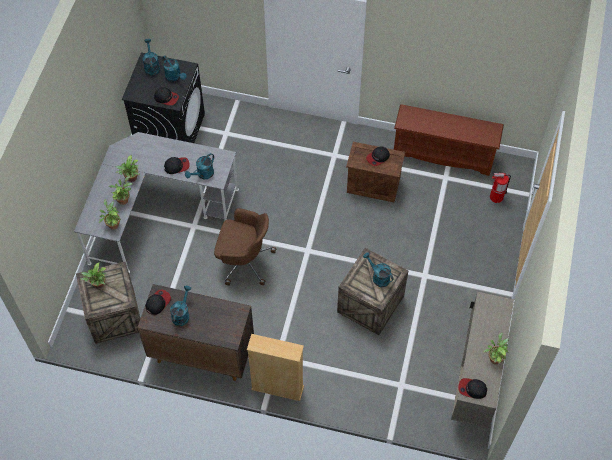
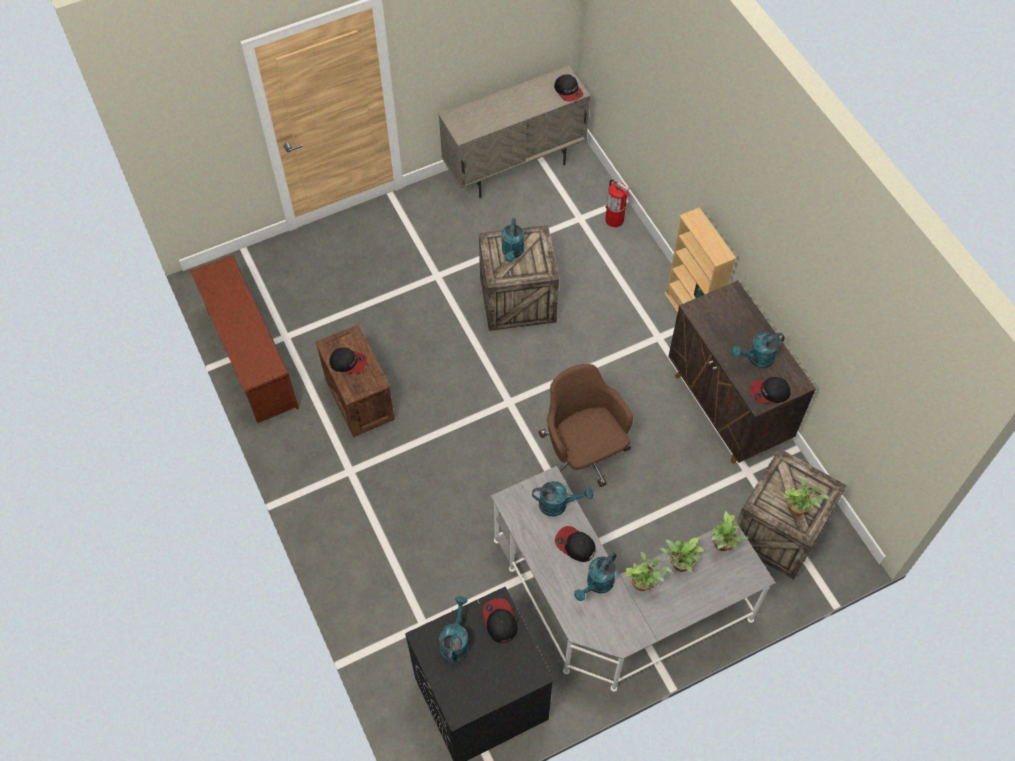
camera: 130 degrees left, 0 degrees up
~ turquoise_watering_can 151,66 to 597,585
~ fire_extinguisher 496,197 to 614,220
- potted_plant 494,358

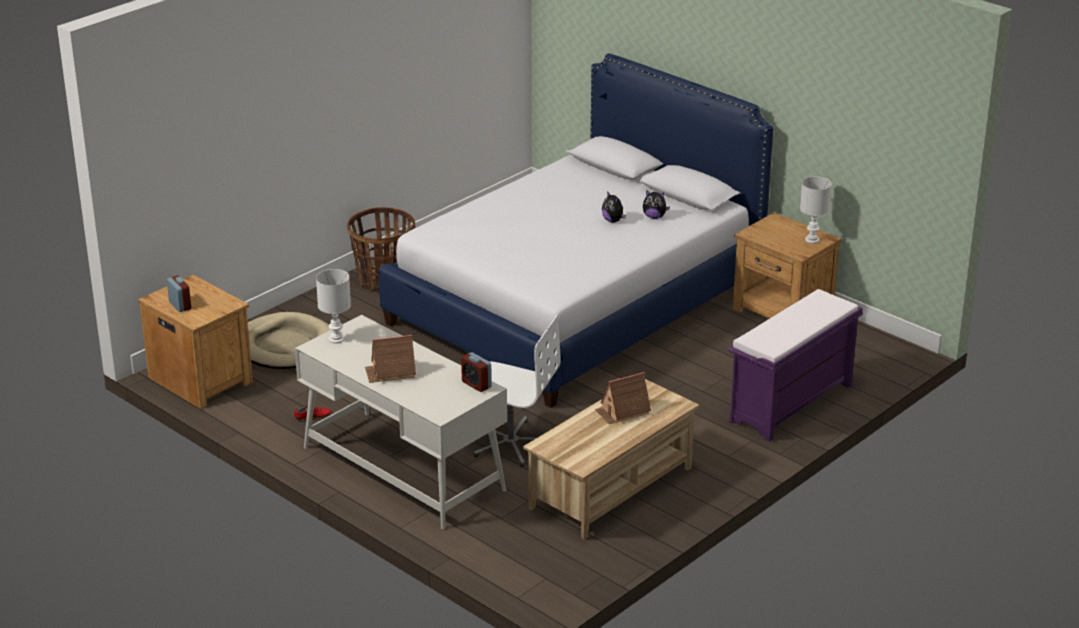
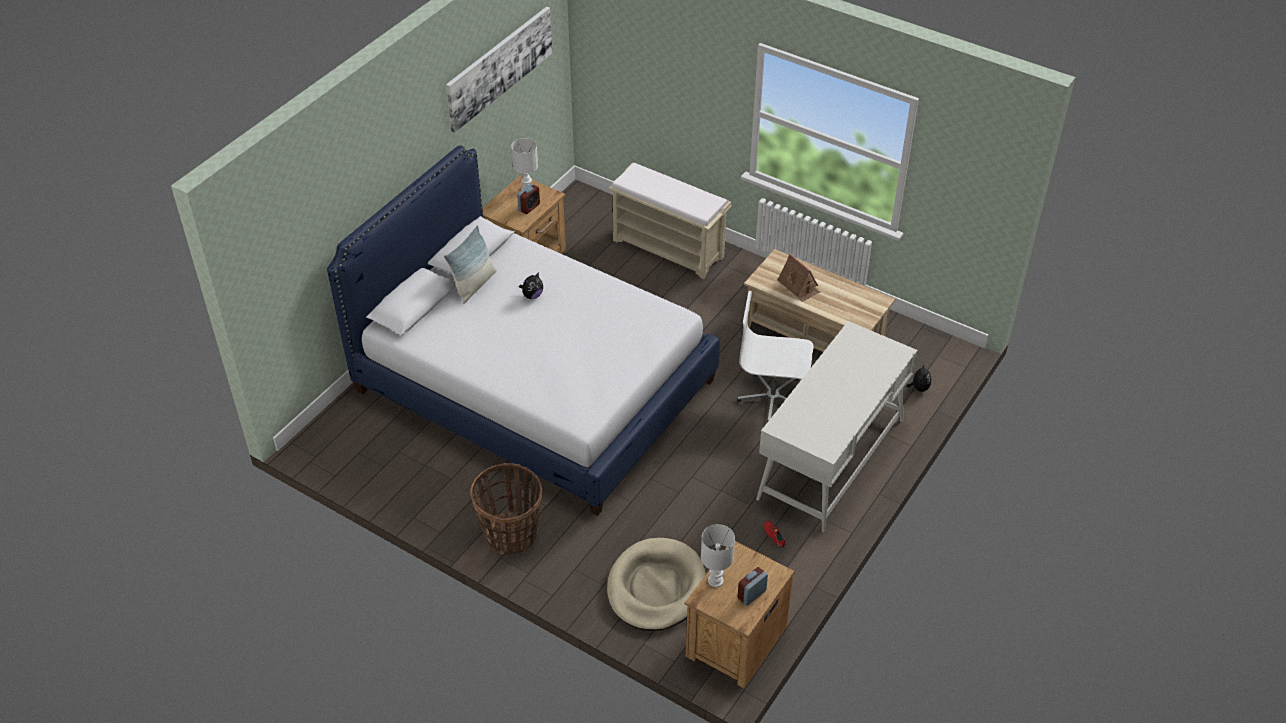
camera: 100 degrees left, 15 degrees up
+ pillow 474,285
+ picture 499,67
~ alarm_clock 476,384 to 529,207
~ purple_bench 790,404 to beige_bench 669,248
~ white_table_lamp 337,339 to 715,580
~ white_office_chair 510,443 = 773,398 90 degrees counterclockwise
~ plush_toy 654,217 to 919,388
- toy_house 390,372

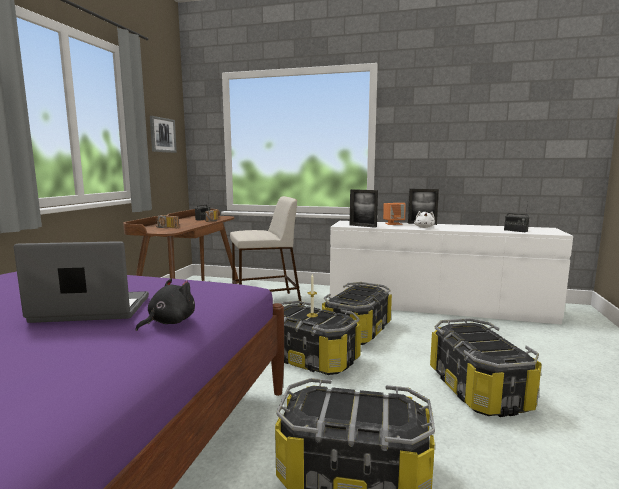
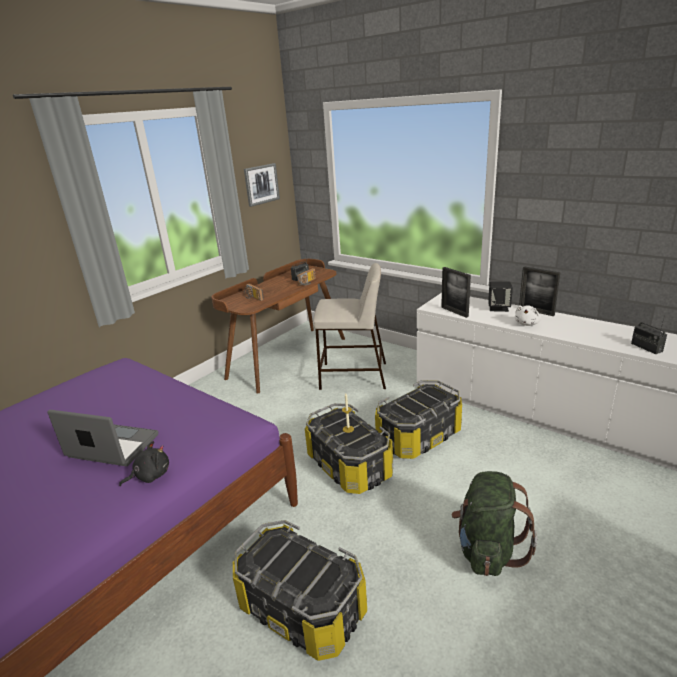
camera: 25 degrees right, 15 degrees up
~ storage_box 479,389 to green_backpack 487,550
~ orange_speaker 393,224 to black_speaker 499,308

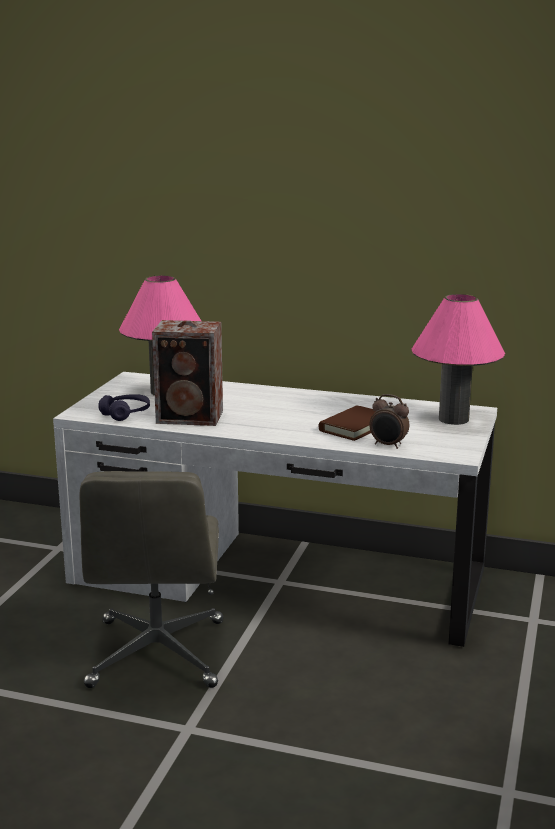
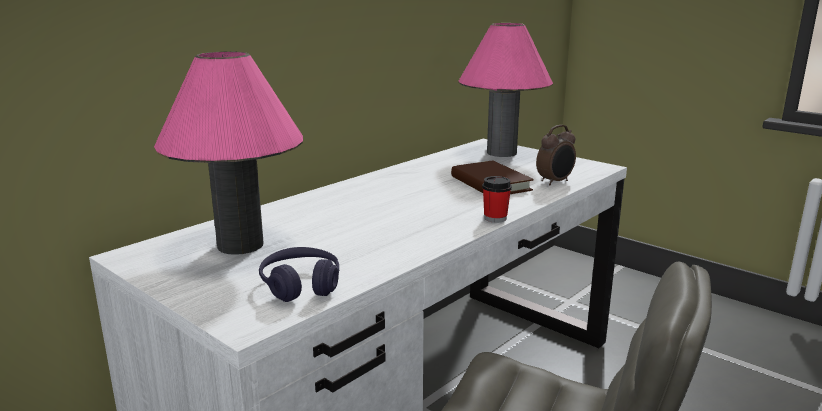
camera: 65 degrees left, 0 degrees up
+ cup 495,218
- speaker 192,417

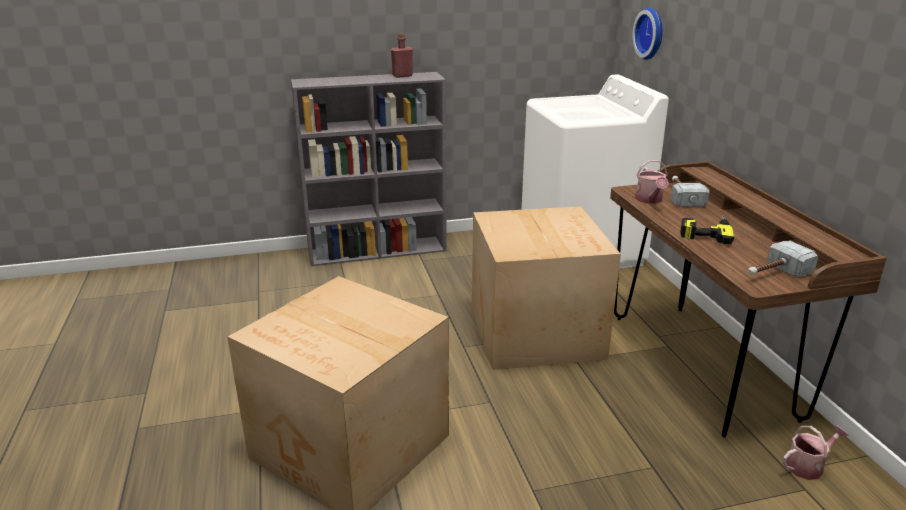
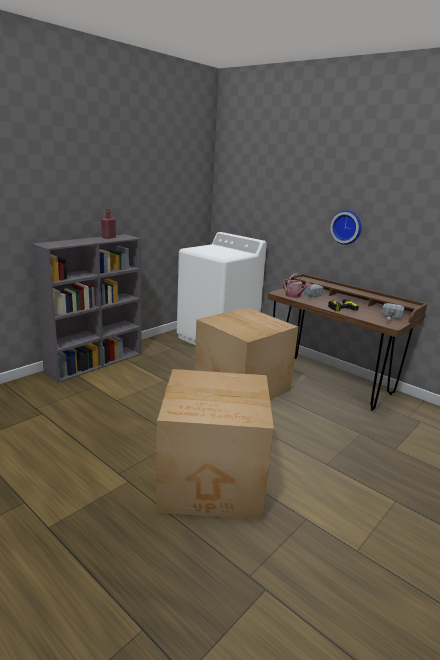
camera: 35 degrees left, 5 degrees down
~ wall_clock 651,33 to 347,227
- watering_can 808,466

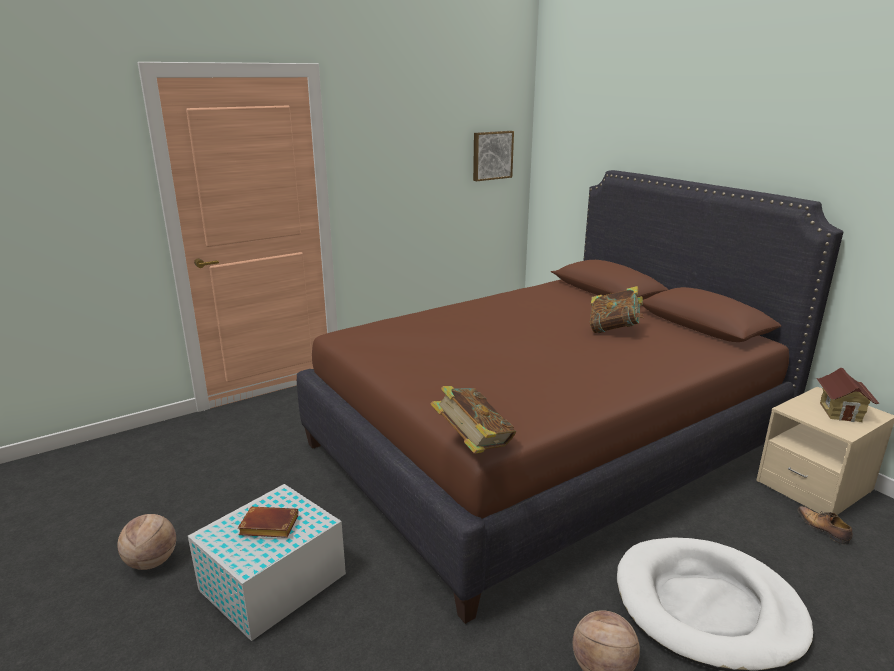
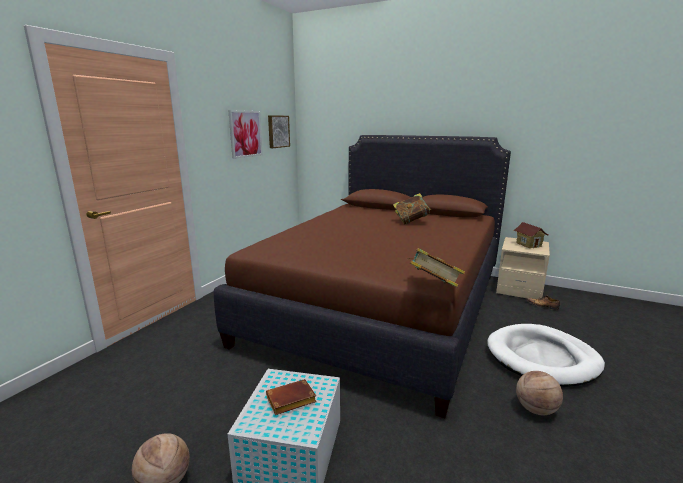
camera: 30 degrees left, 5 degrees down
+ picture 245,134

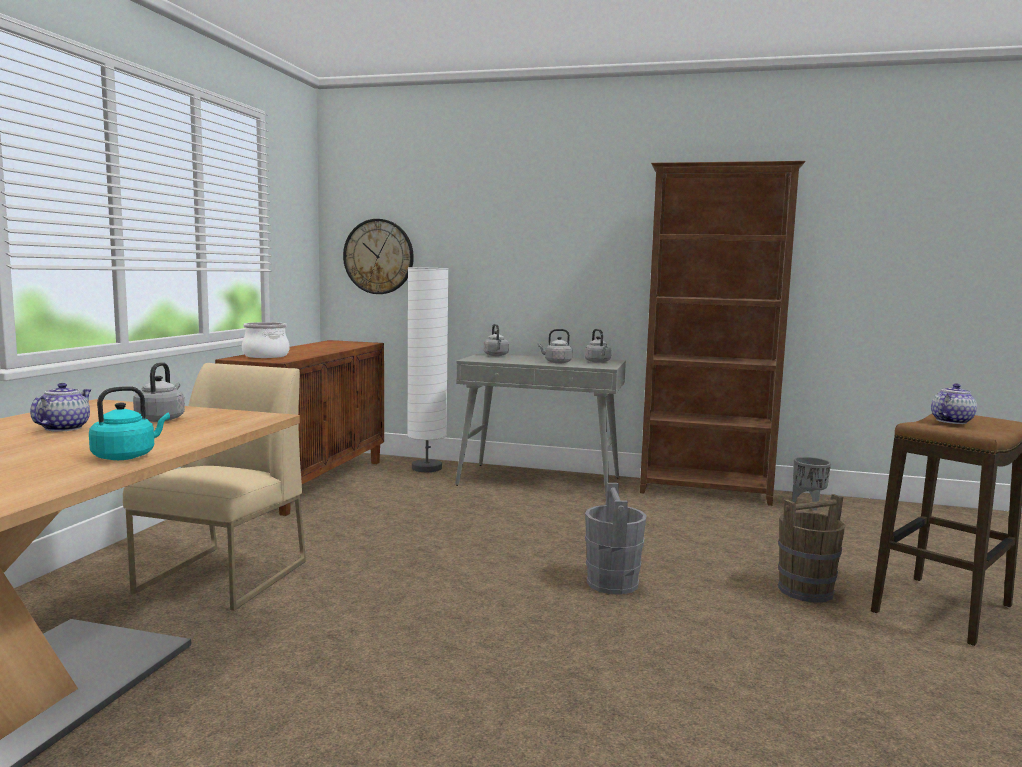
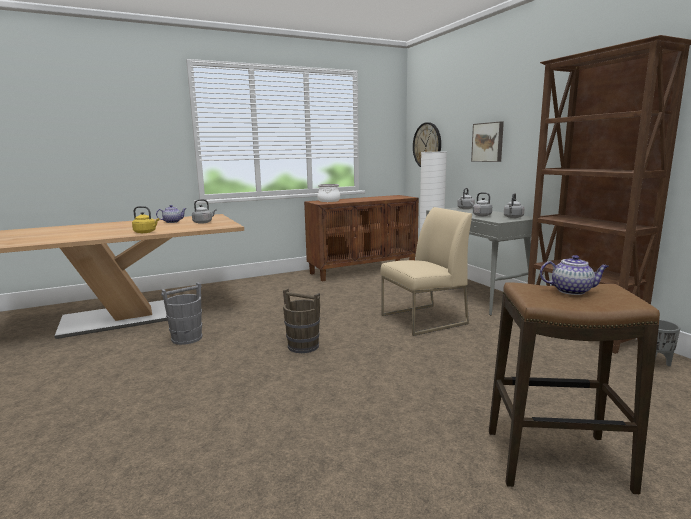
camera: 50 degrees right, 5 degrees up
~ turquoise_kettle 127,456 to yellow_kettle 146,232
~ grey_bucket 612,583 to 187,338
~ brown_bucket 806,591 to 303,346
~ beige_chair 223,577 to 423,320
+ picture 488,142

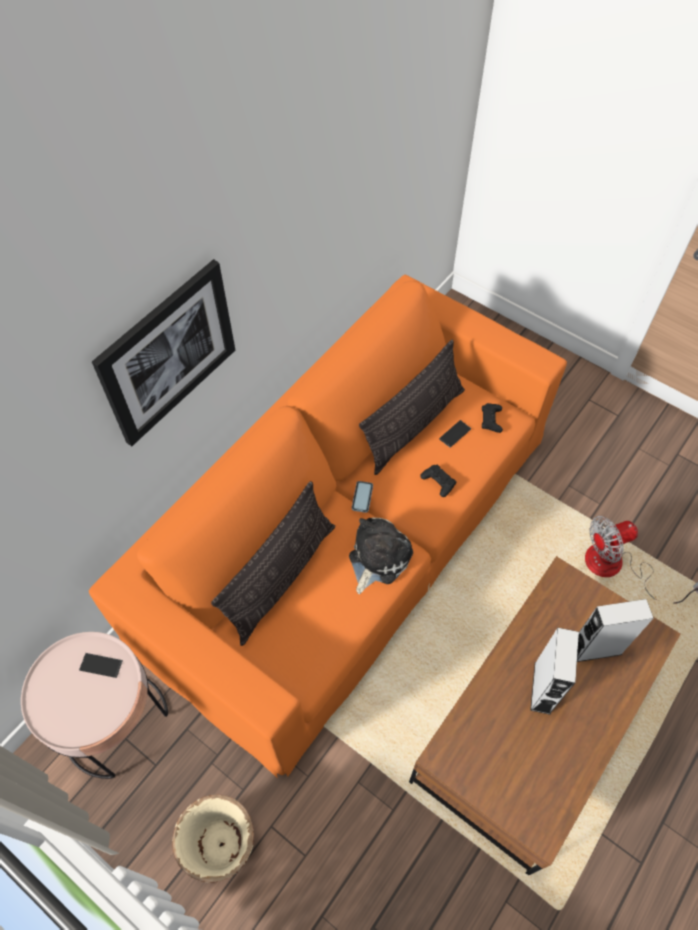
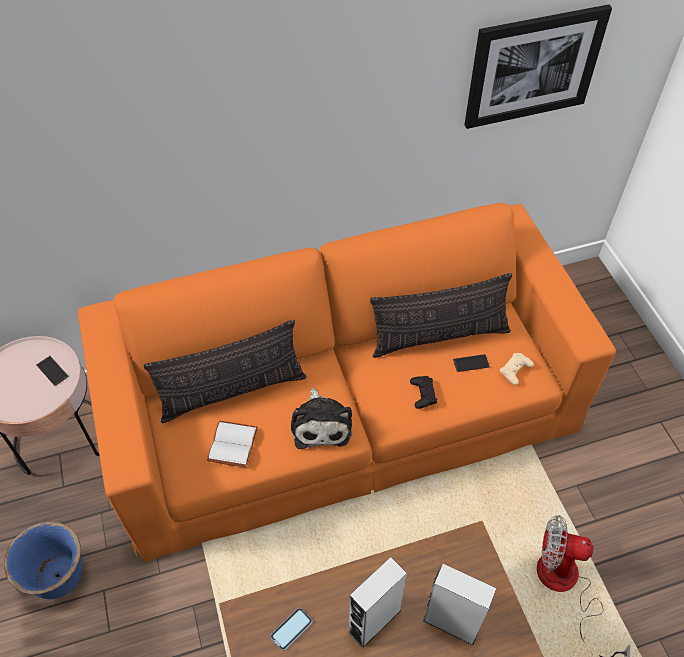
camera: 35 degrees right, 5 degrees down
~ beige_planter 222,844 to blue_planter 60,577
+ white_book 231,443
~ phone 362,497 to 291,629
~ plush_toy 377,558 = 321,423 105 degrees clockwise
~ picture 168,353 to 533,66
~ black_game_controller 491,420 to beige_game_controller 515,370

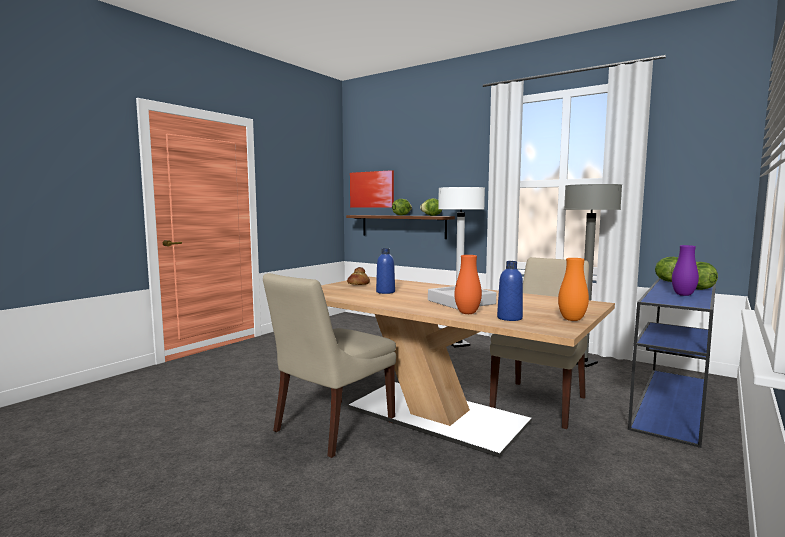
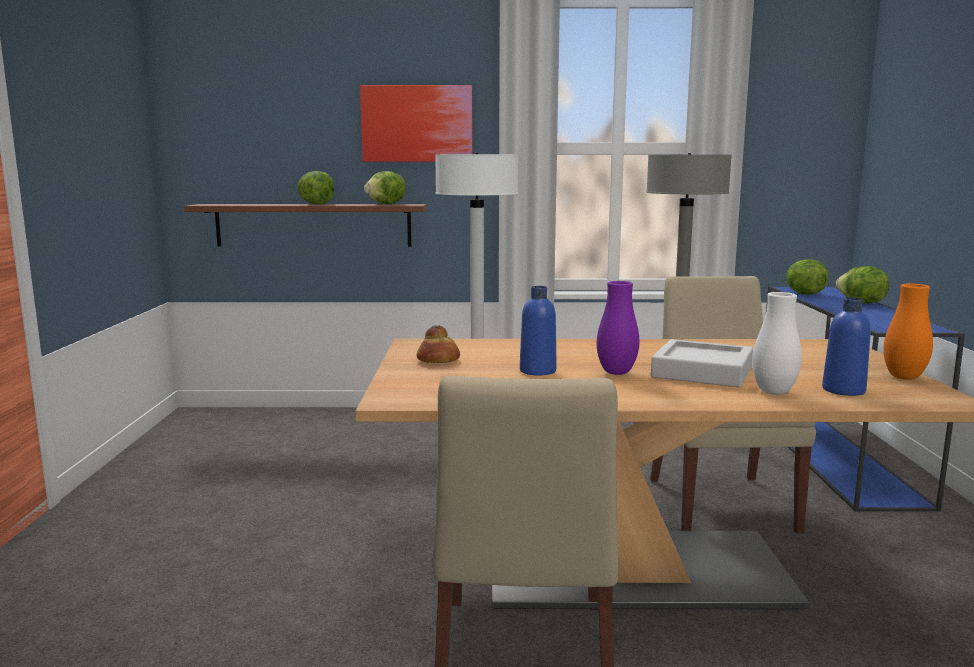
camera: 35 degrees left, 5 degrees up
~ picture 372,189 to 417,124
~ purple_vase 683,295 to 616,372
~ orange_vase 467,313 to white_vase 773,392

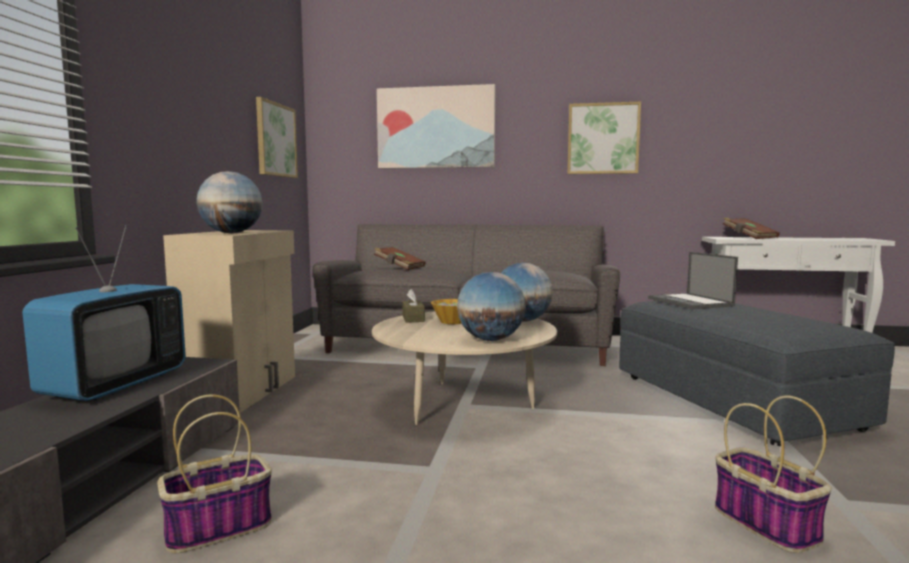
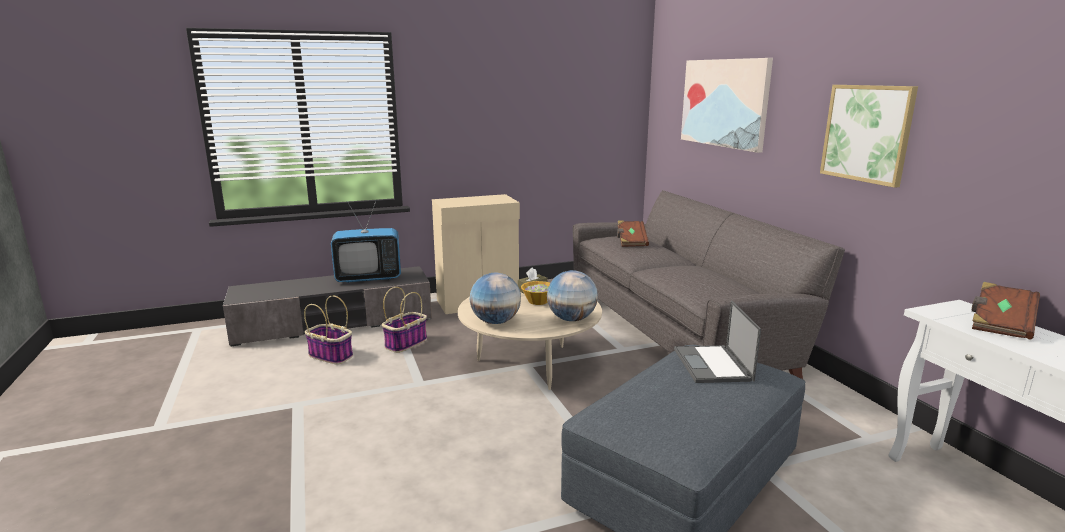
camera: 60 degrees right, 10 degrees up
~ basket 763,523 to 406,343
~ laptop 691,302 = 713,365 45 degrees counterclockwise
- globe 232,233
- picture 275,140

